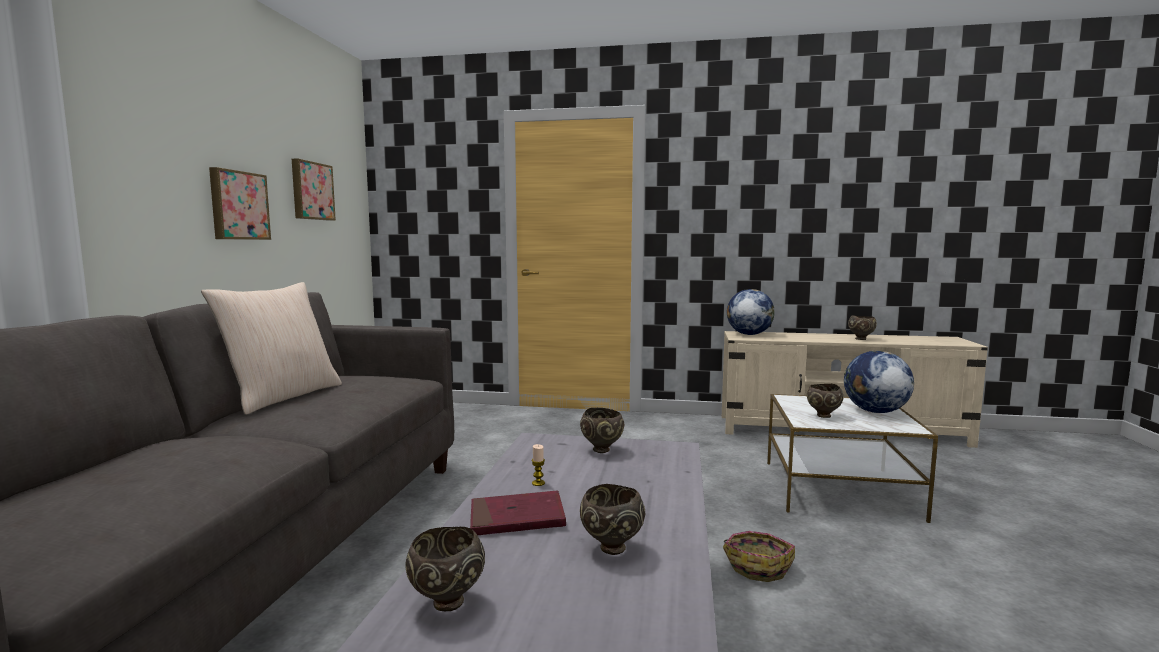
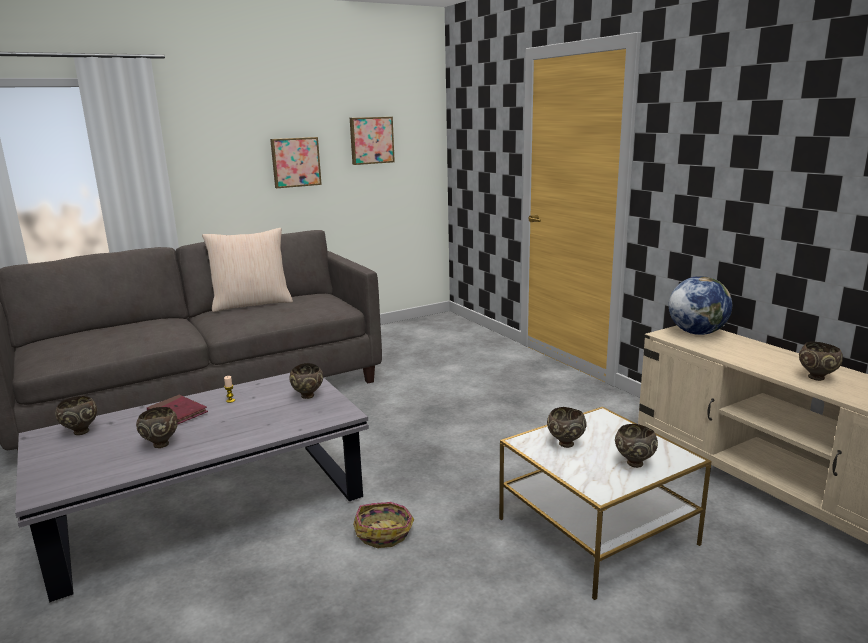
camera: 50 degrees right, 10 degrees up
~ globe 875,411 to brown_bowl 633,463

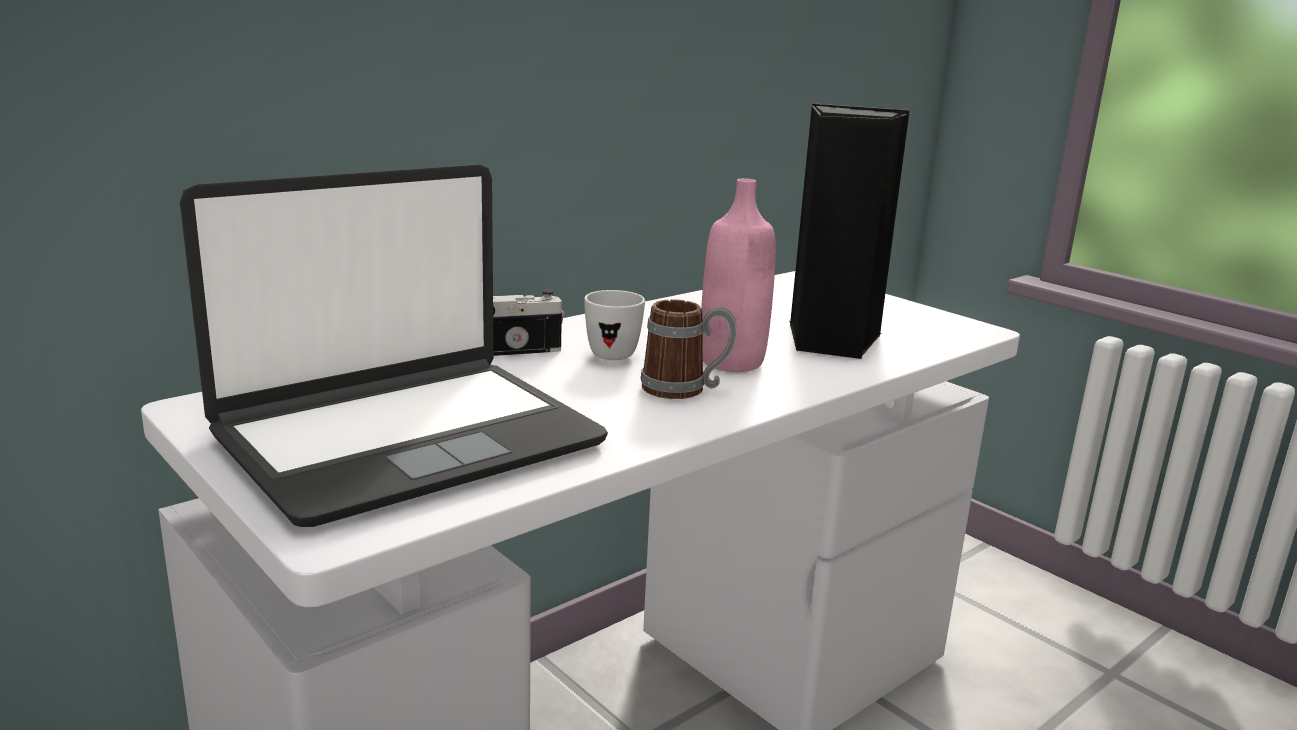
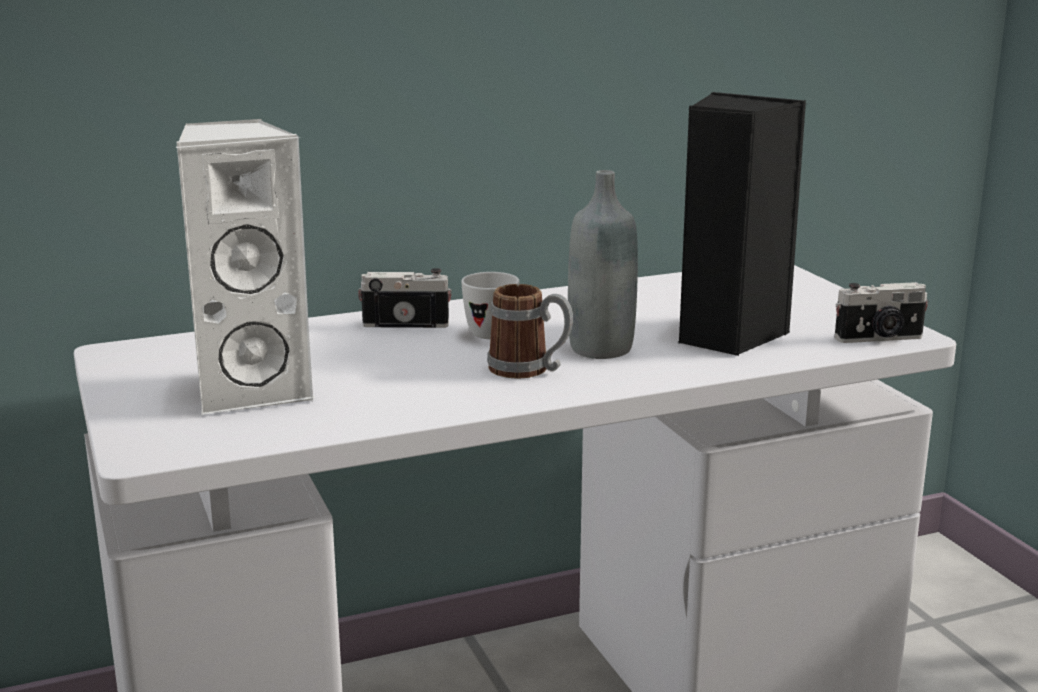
camera: 20 degrees right, 0 degrees up
~ laptop 407,439 to white_speaker 252,390
~ pink_bottle 732,362 to grey_bottle 600,349
+ photo_camera 880,338

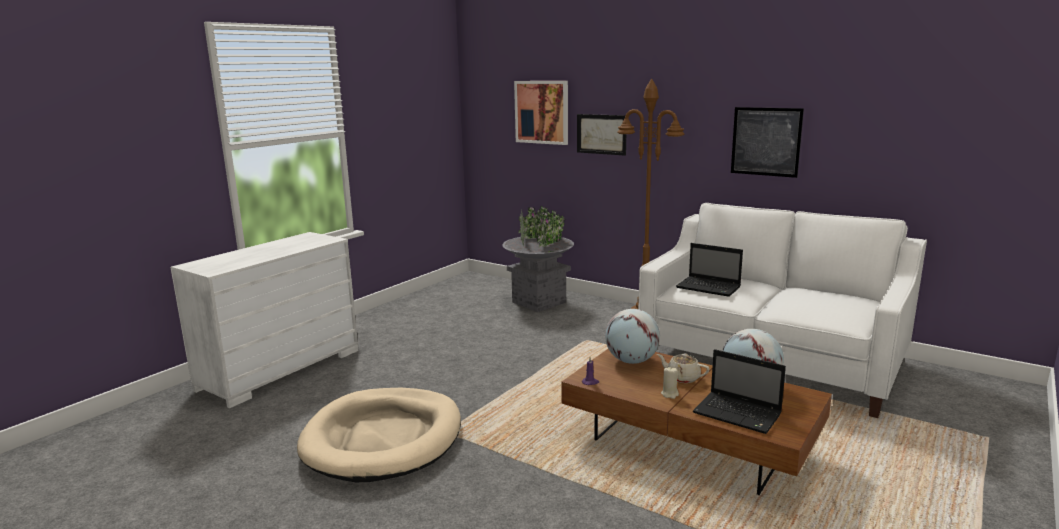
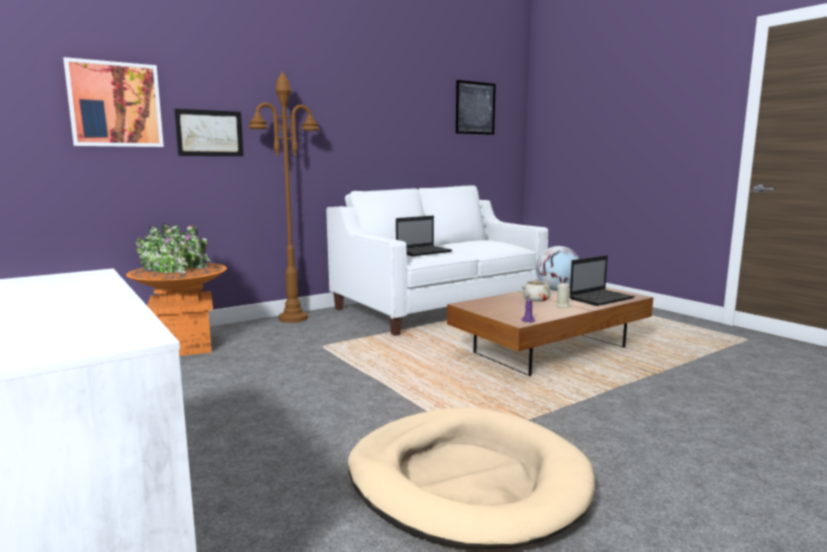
camera: 70 degrees left, 5 degrees down
~ grey_planter 539,302 to orange_planter 184,347
~ picture 766,141 to 475,108
- globe 632,361

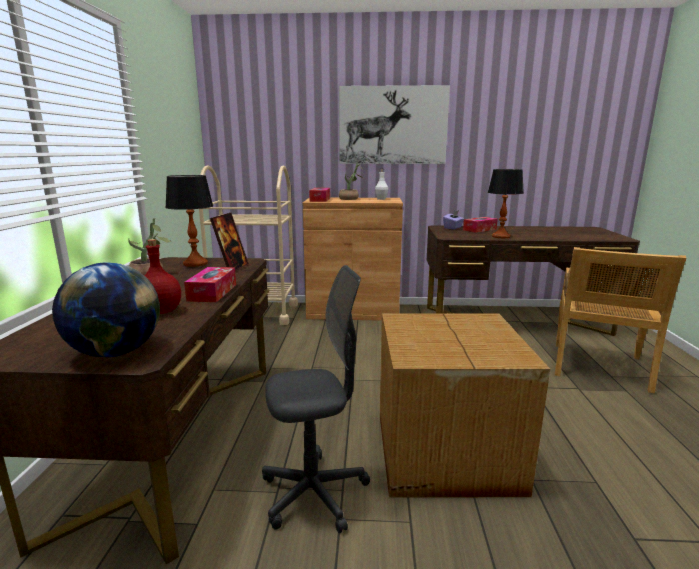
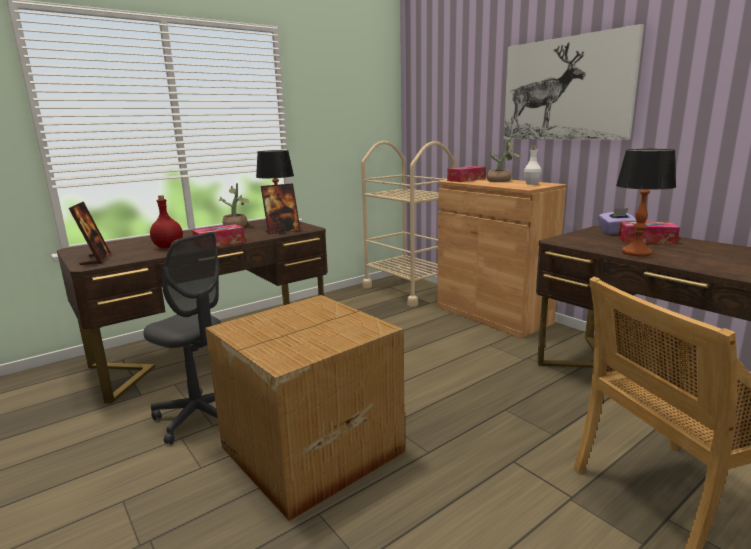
camera: 50 degrees right, 0 degrees up
~ globe 115,352 to picture_frame 96,259

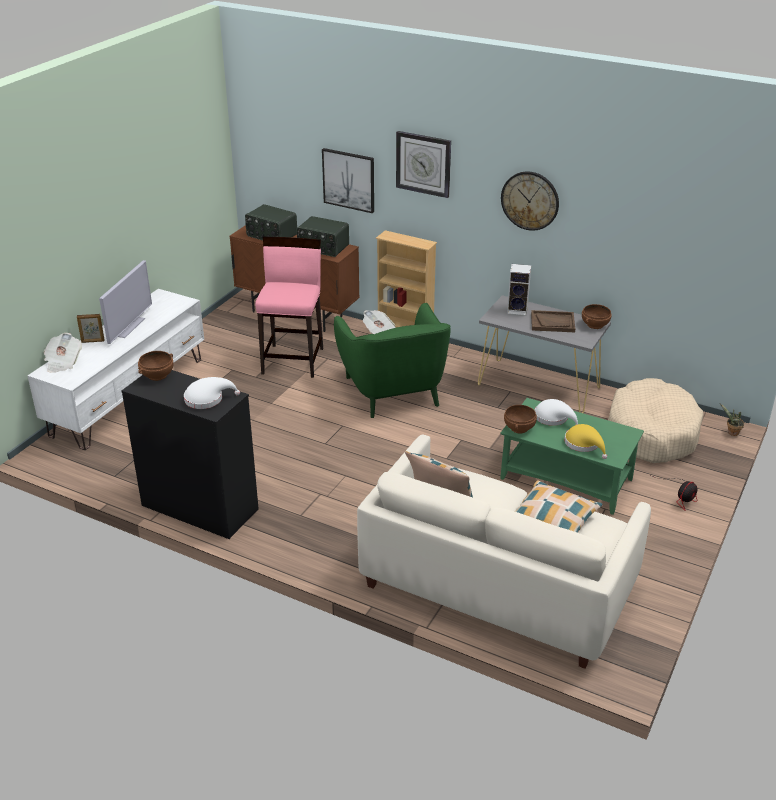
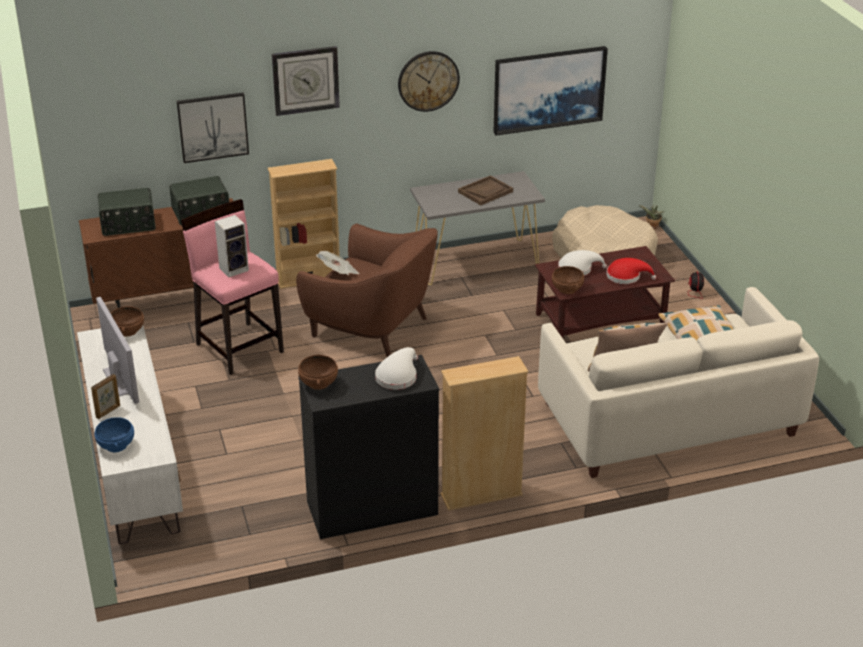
camera: 45 degrees left, 0 degrees up
~ newspaper 63,362 to blue_bowl 117,445
~ brown_bowl 594,325 to 127,331
~ speaker 518,310 to 234,269
~ green_armchair 393,391 to brown_armchair 372,326
+ beige_bookcase 481,495
+ picture 548,89
~ green_coffee_table 565,479 to brown_coffee_table 599,321
~ yellow_hat 584,444 to red_hat 626,276

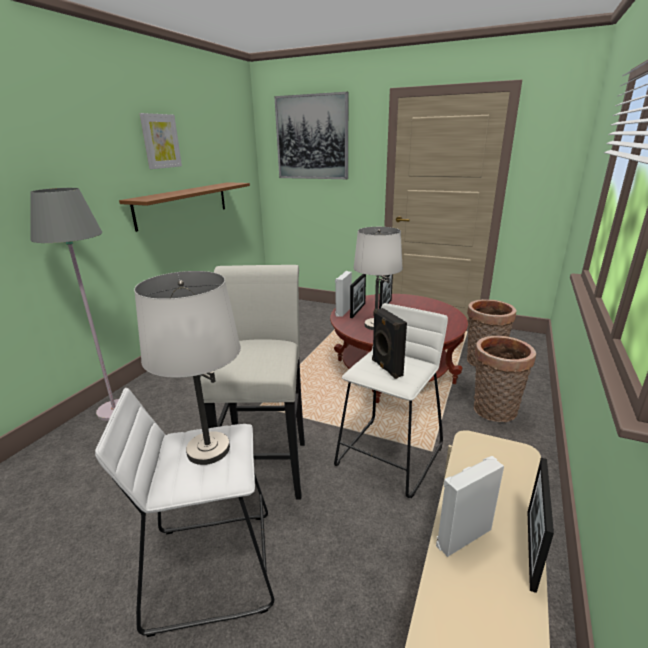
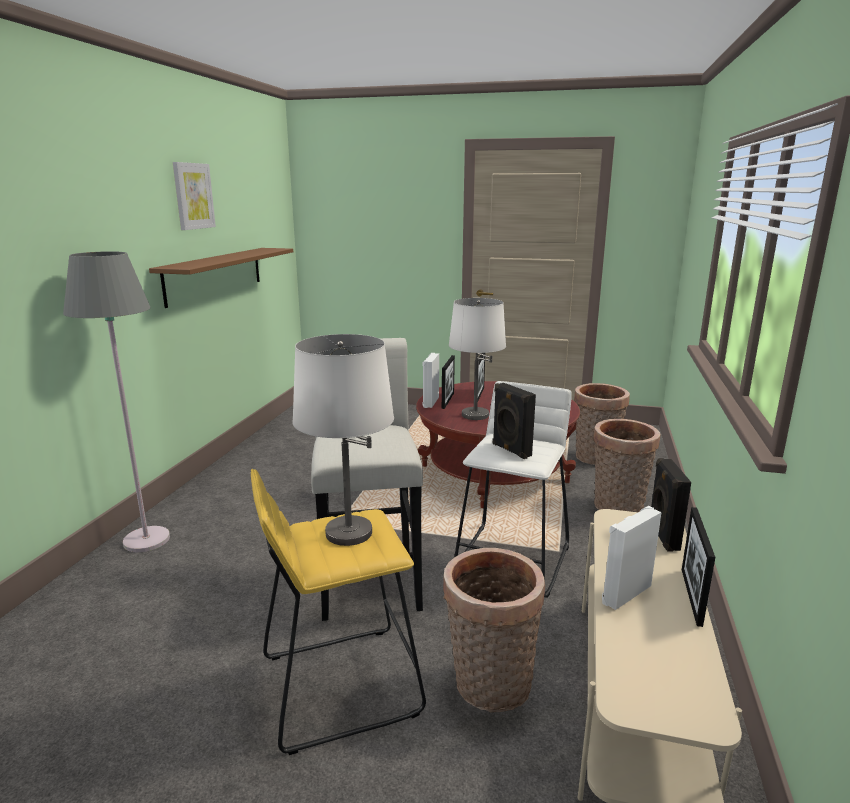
camera: 10 degrees left, 5 degrees down
~ white_stool 212,567 to yellow_stool 340,684
+ basket 489,687
+ black_speaker 662,536
- picture 312,137

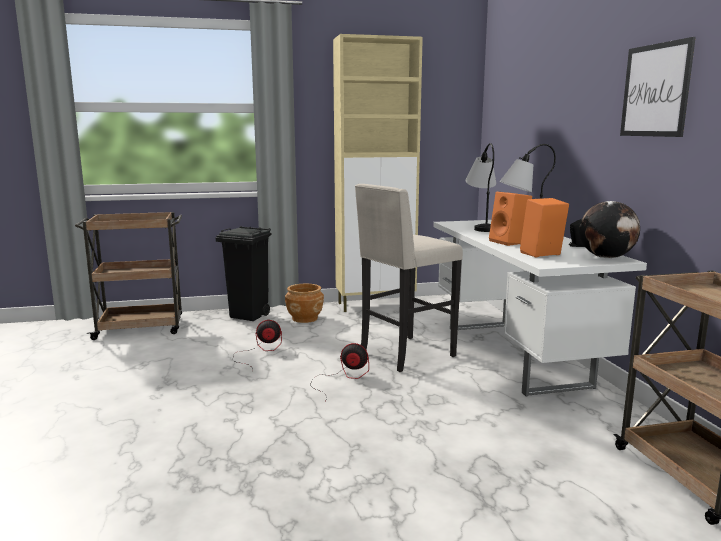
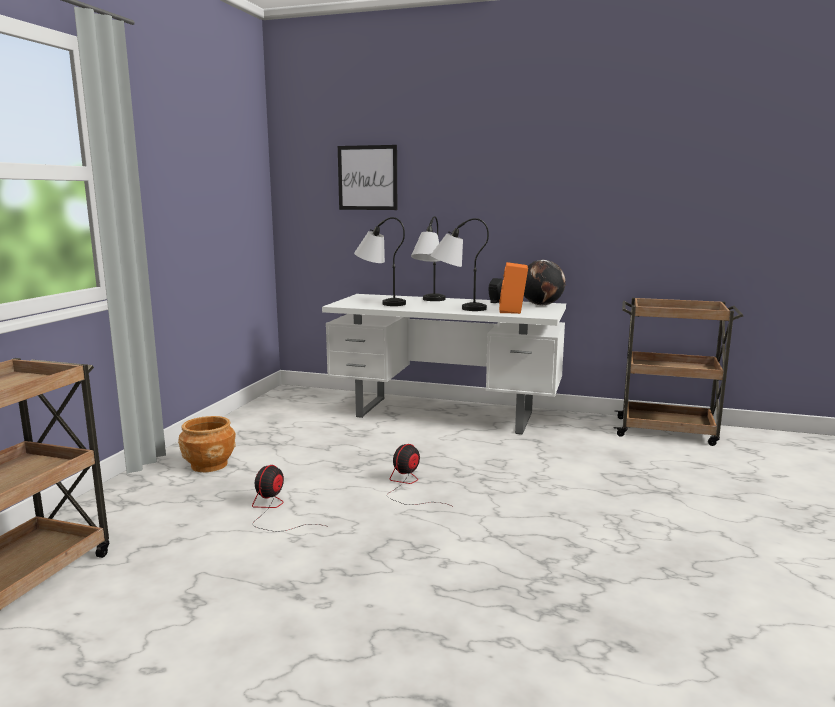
camera: 60 degrees left, 0 degrees up
~ picture 655,90 to 367,178
~ orange_speaker 509,242 to table_lamp 457,308
- black_trash_can 249,316
- beige_cabinet 376,305
- beige_stool 405,355

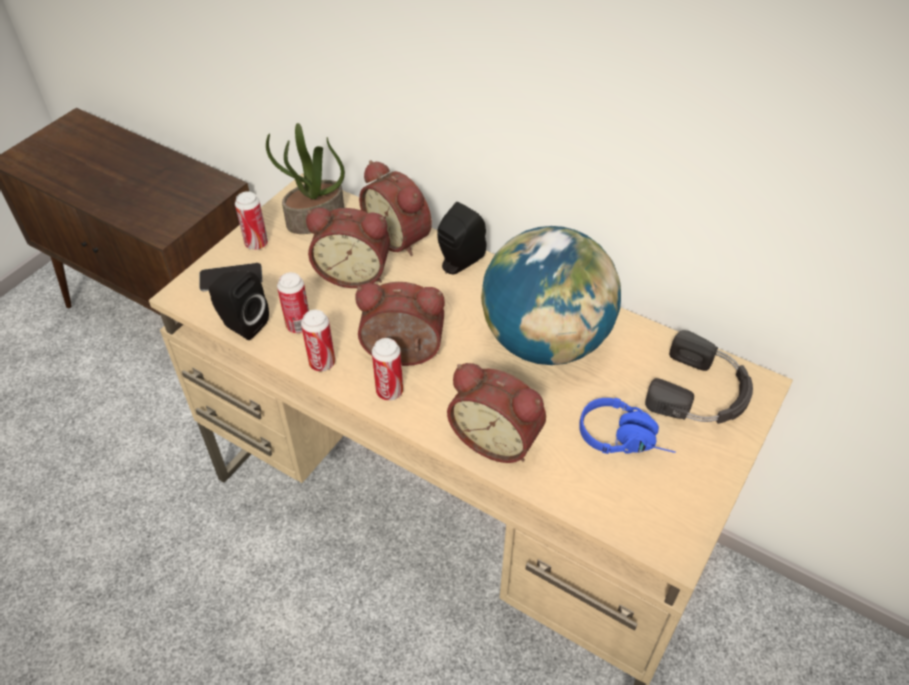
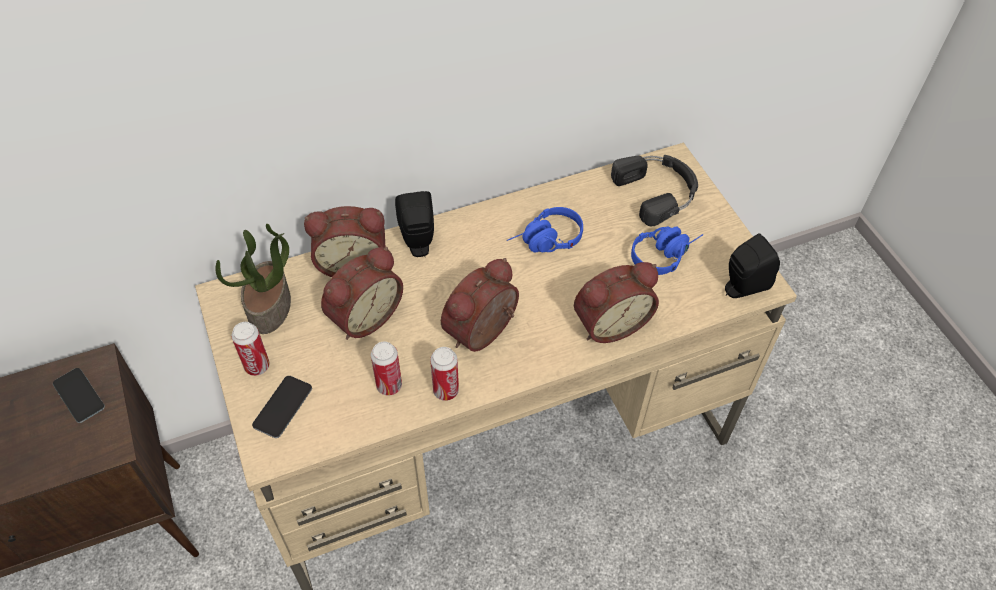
camera: 55 degrees left, 5 degrees up
+ phone 79,395
~ globe 545,341 to blue_headphones 545,242
~ black_speaker 241,324 to 741,287
- can 389,391

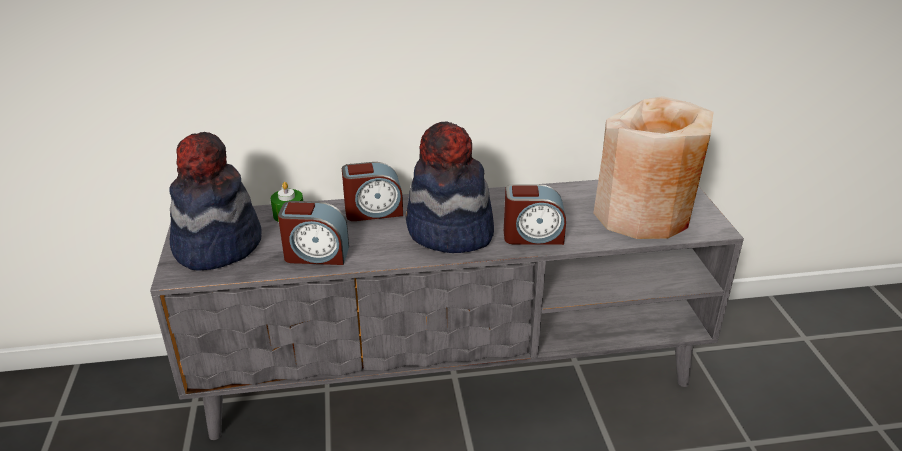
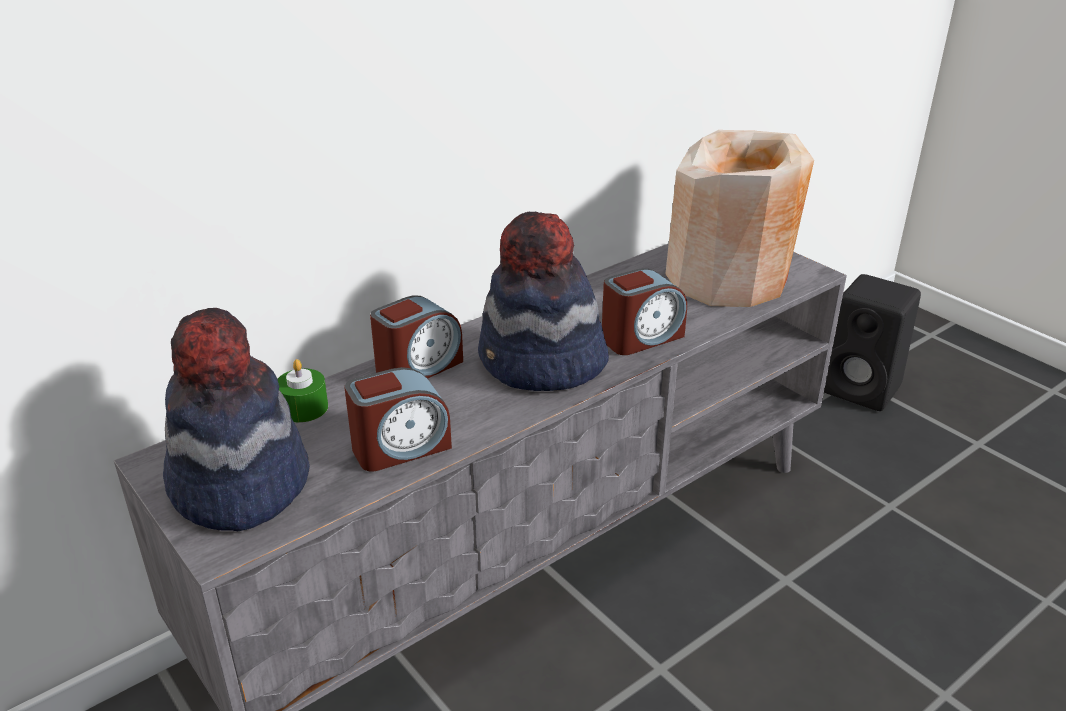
camera: 30 degrees left, 0 degrees up
+ black_speaker 862,389

